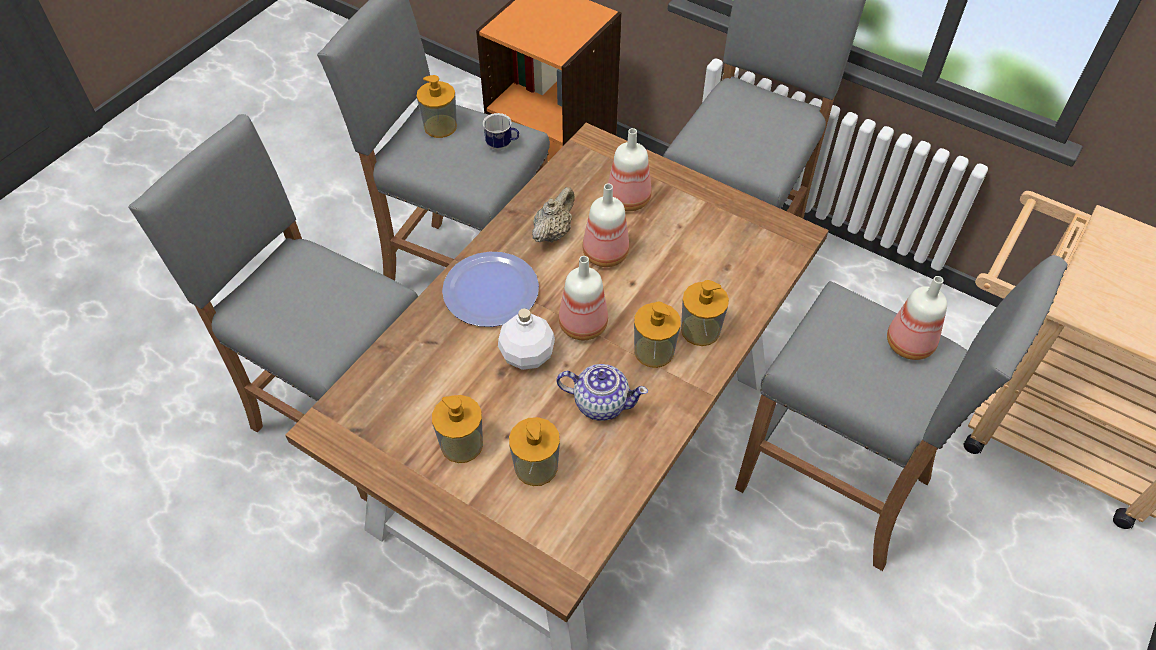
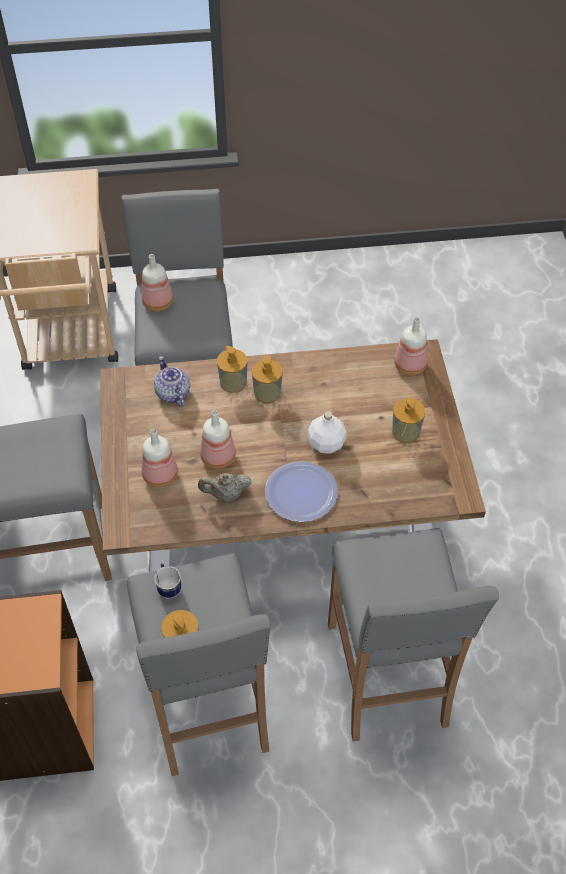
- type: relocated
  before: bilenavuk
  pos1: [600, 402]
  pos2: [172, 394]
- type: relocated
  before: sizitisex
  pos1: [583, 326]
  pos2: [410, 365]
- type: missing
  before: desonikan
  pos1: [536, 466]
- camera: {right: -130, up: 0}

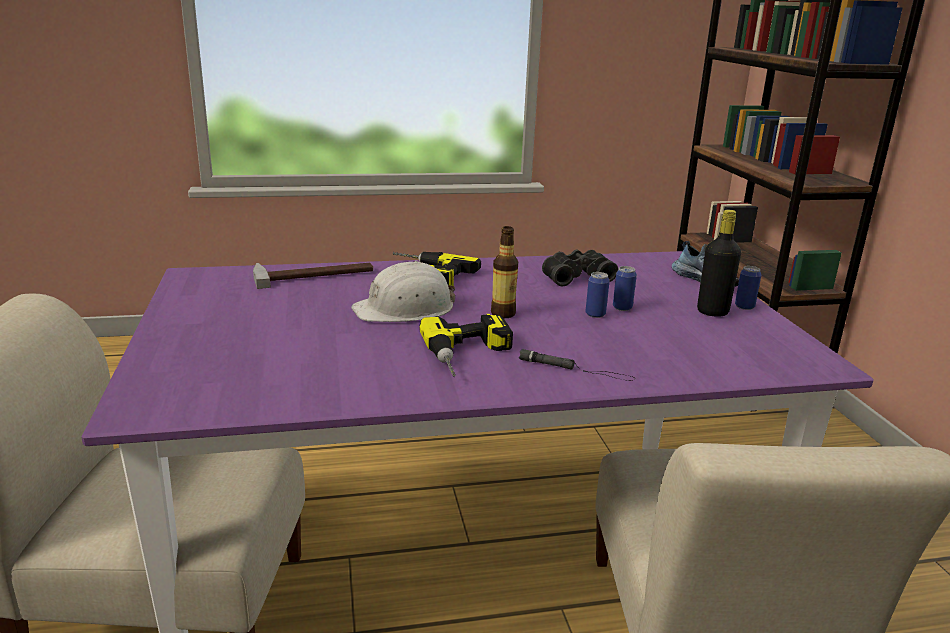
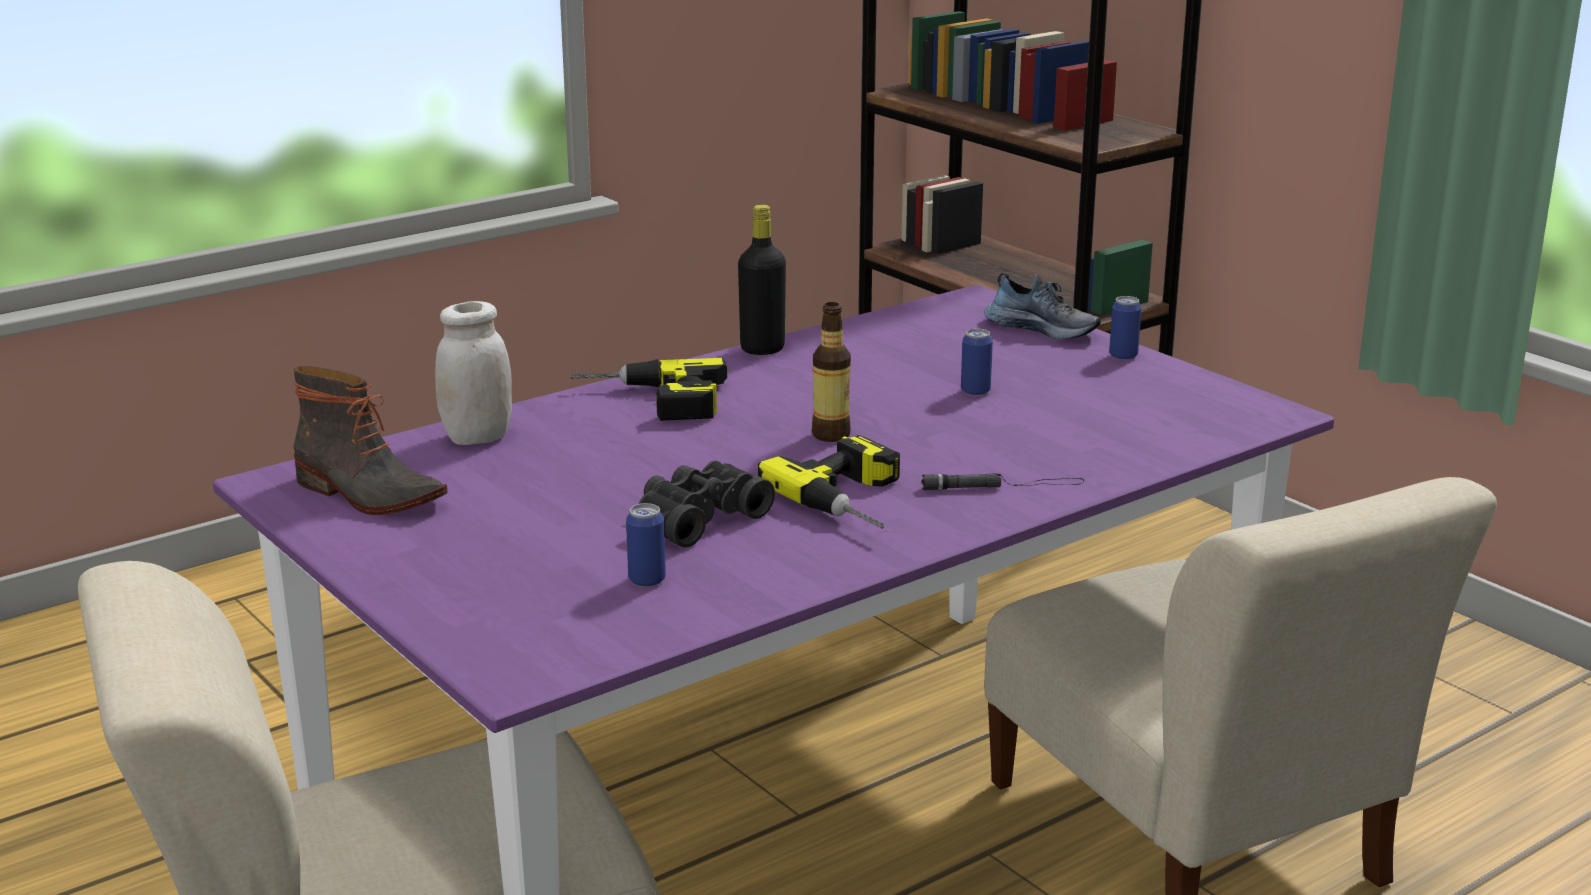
- type: appeared
  after: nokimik
  pos2: [367, 495]
- type: exchanged
  before: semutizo
  after: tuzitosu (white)
  pos1: [314, 274]
  pos2: [477, 437]
- type: relocated
  before: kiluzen
  pos1: [595, 314]
  pos2: [647, 580]
- type: relocated
  before: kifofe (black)
  pos1: [575, 276]
  pos2: [697, 518]
- type: relocated
  before: sizitisex (black)
  pos1: [712, 312]
  pos2: [762, 349]
- type: missing
  before: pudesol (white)
  pos1: [405, 309]
- camera: {right: -25, up: 0}

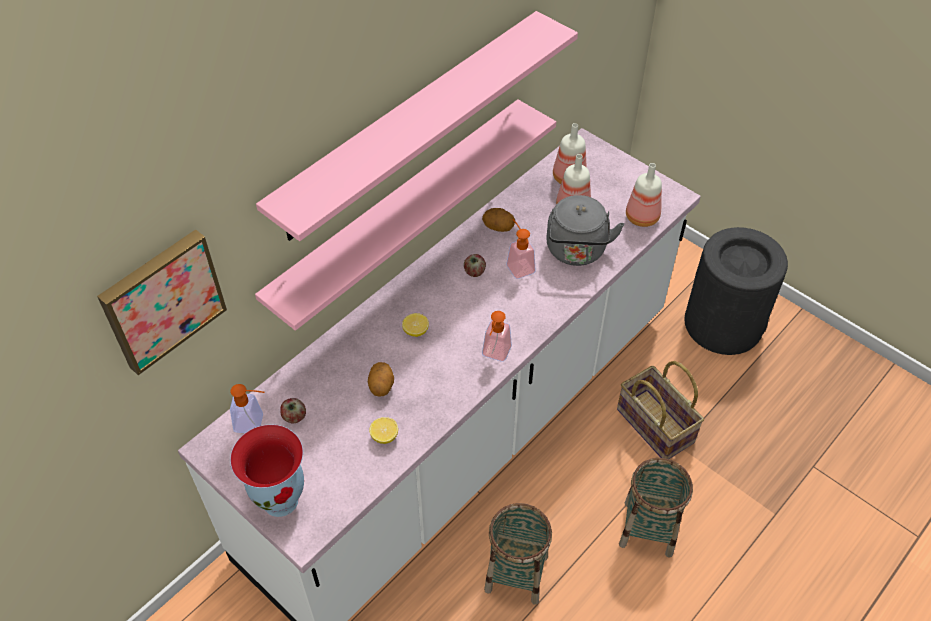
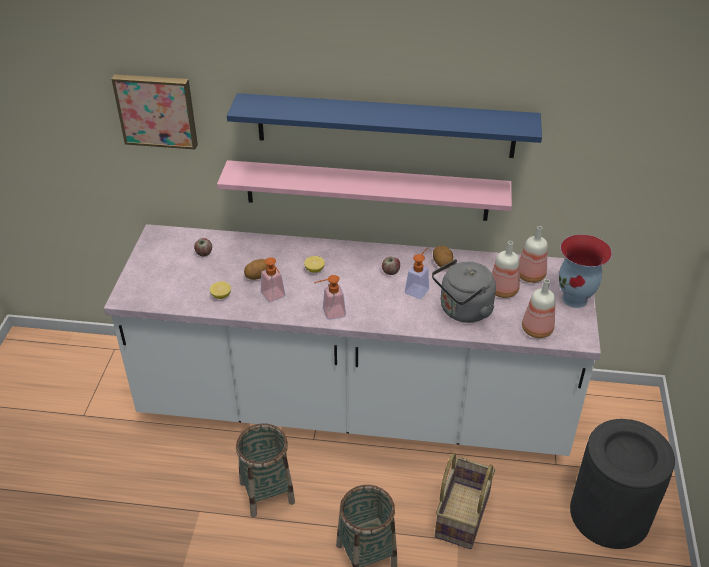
- type: colour
  before: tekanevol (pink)
  after: tekanevol (blue)
  pos1: [410, 124]
  pos2: [385, 125]
- type: relocated
  before: desonikan
  pos1: [254, 423]
  pos2: [275, 297]
- type: relocated
  before: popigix
  pos1: [281, 499]
  pos2: [575, 299]
- camera: {right: 55, up: -10}

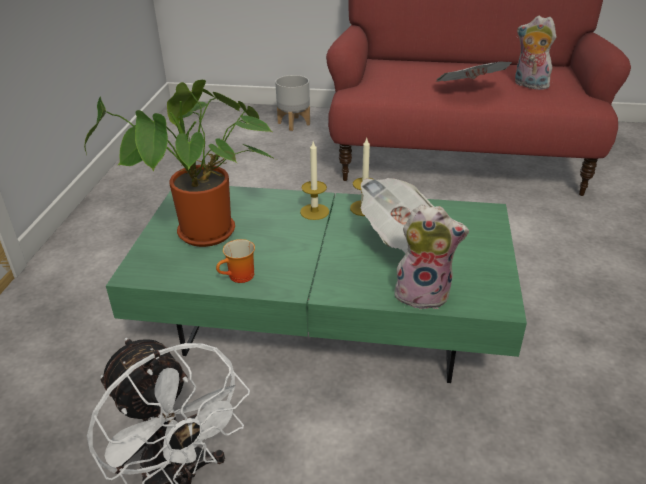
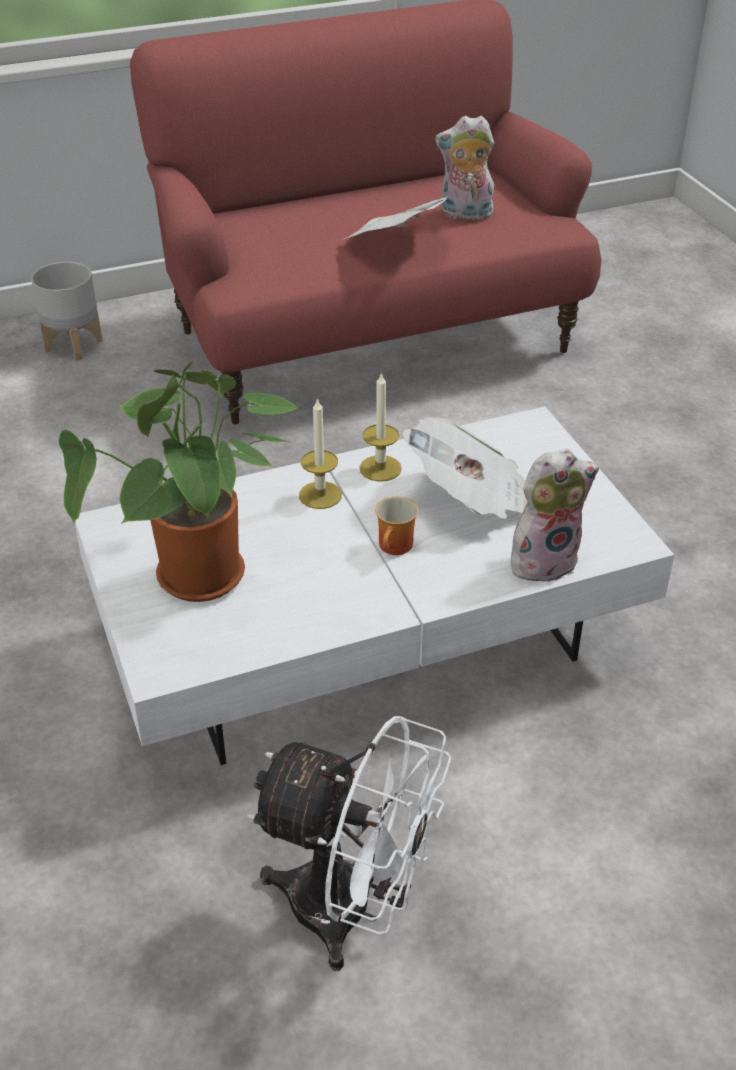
- type: colour
  before: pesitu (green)
  after: pesitu (white)
  pos1: [322, 319]
  pos2: [367, 641]
- type: relocated
  before: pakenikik
  pos1: [240, 277]
  pos2: [397, 547]
- camera: {right: -30, up: 5}

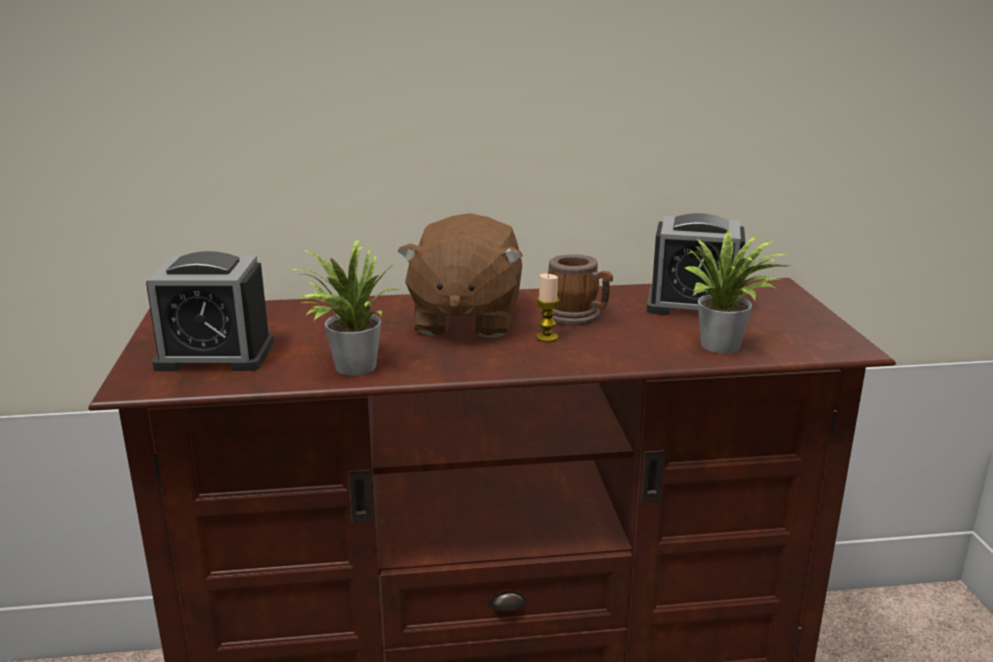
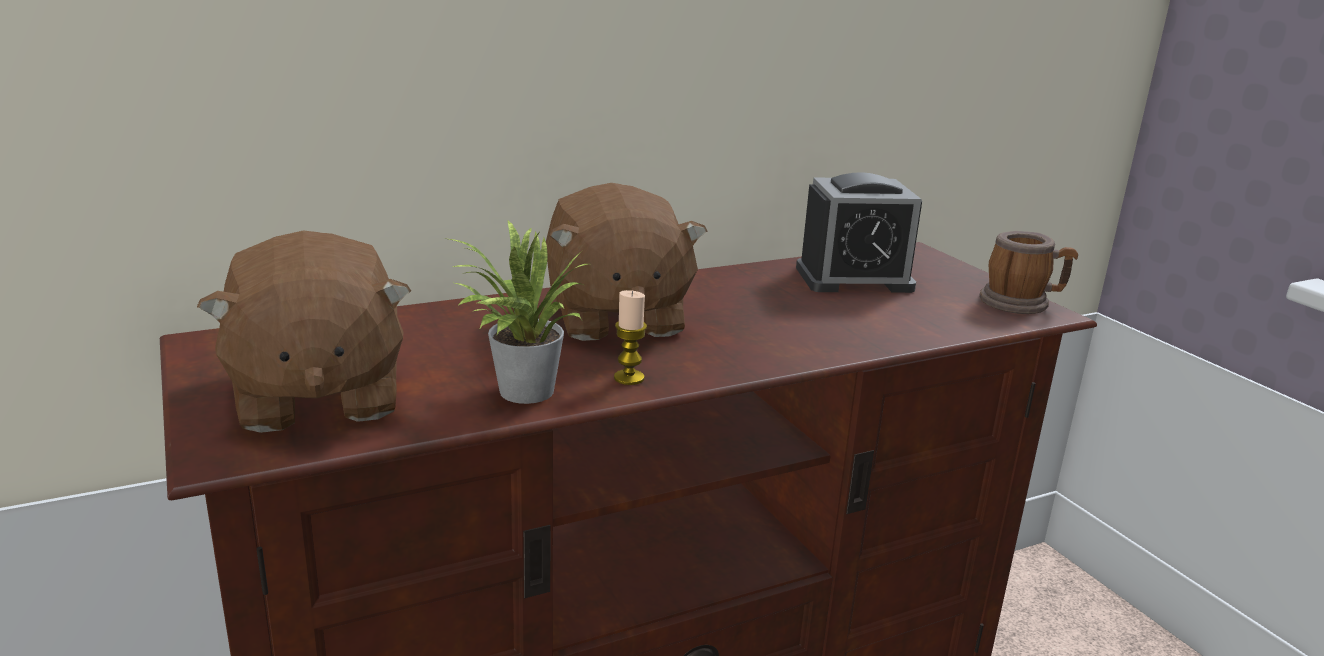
- type: exchanged
  before: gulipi
  after: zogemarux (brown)
  pos1: [215, 355]
  pos2: [316, 396]
- type: relocated
  before: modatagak
  pos1: [547, 337]
  pos2: [629, 378]
- type: relocated
  before: pakenikik
  pos1: [577, 316]
  pos2: [1021, 303]
- type: missing
  before: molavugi
  pos1: [725, 347]
- camera: {right: -20, up: 0}

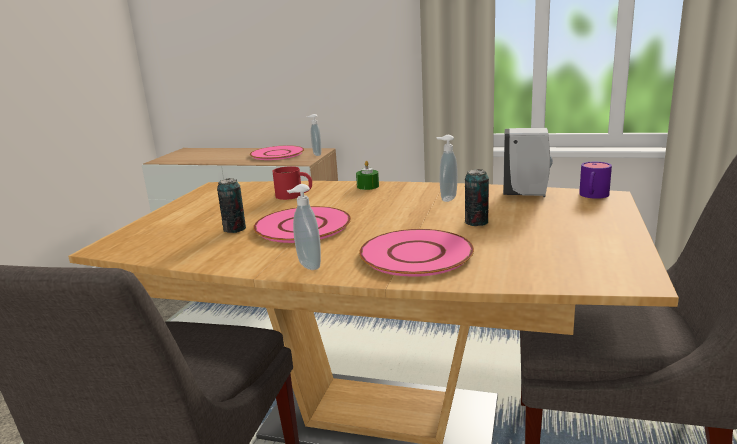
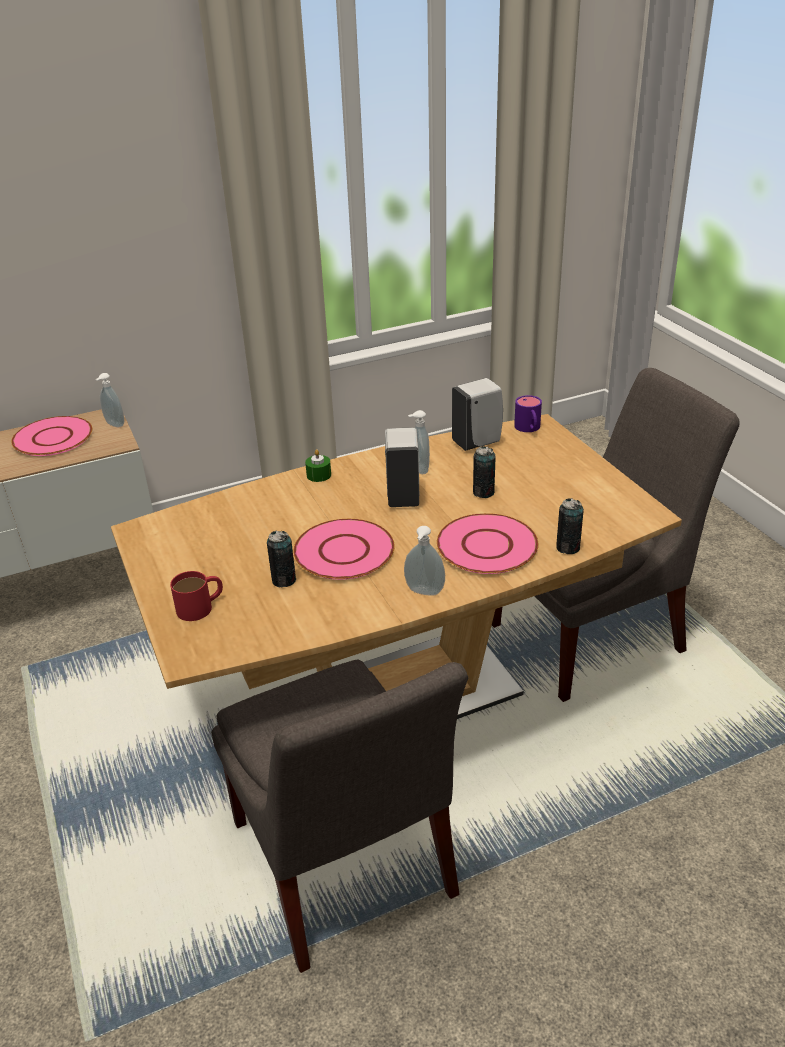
- type: relocated
  before: pakenikik (red)
  pos1: [294, 195]
  pos2: [201, 606]
- type: appeared
  after: desonikan (white)
  pos2: [403, 496]
- type: appeared
  after: kiluzen
  pos2: [568, 548]
- camera: {right: -40, up: 15}

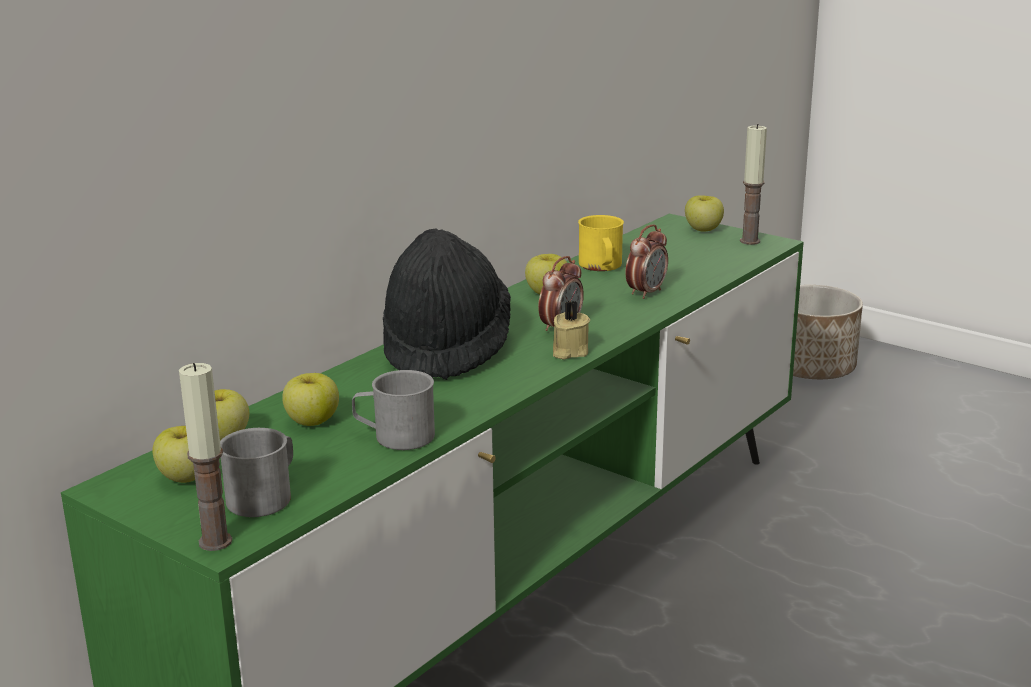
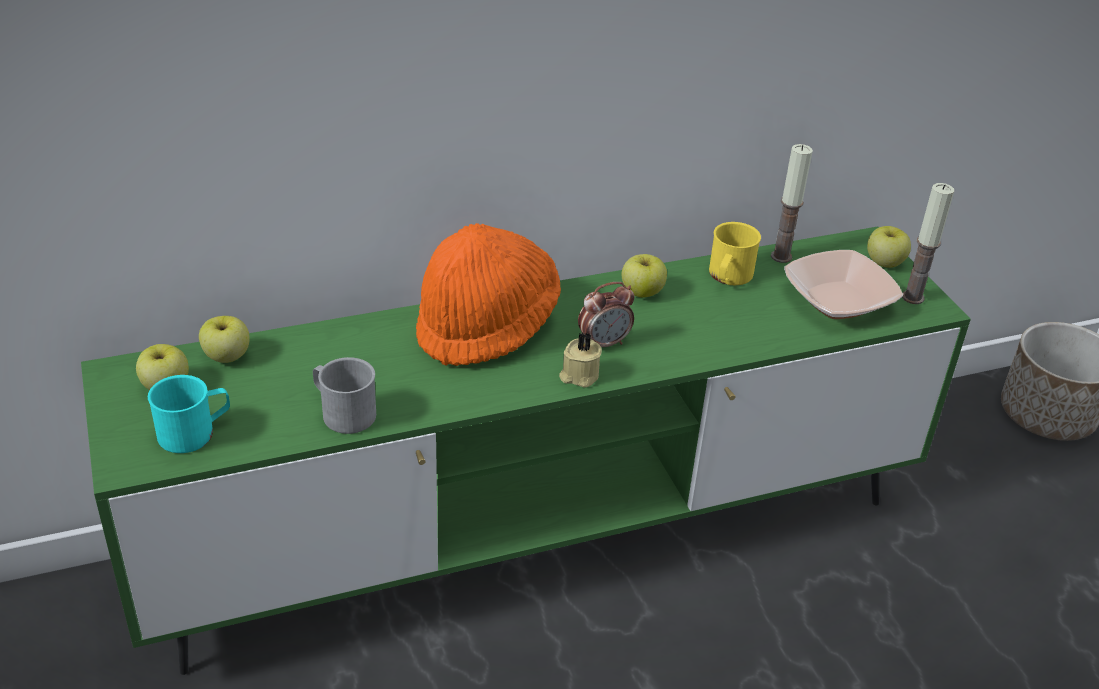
- type: colour
  before: pakenikik (grey)
  after: pakenikik (turquoise)
  pos1: [265, 496]
  pos2: [195, 432]
- type: colour
  before: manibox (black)
  after: manibox (orange)
  pos1: [446, 348]
  pos2: [486, 326]
- type: relocated
  before: modatagak
  pos1: [215, 542]
  pos2: [781, 256]
- type: appeared
  after: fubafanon
  pos2: [838, 300]
- type: missing
  before: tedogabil
  pos1: [312, 421]
- type: missing
  before: gulipi
  pos1: [646, 293]
- camera: {right: 30, up: 15}

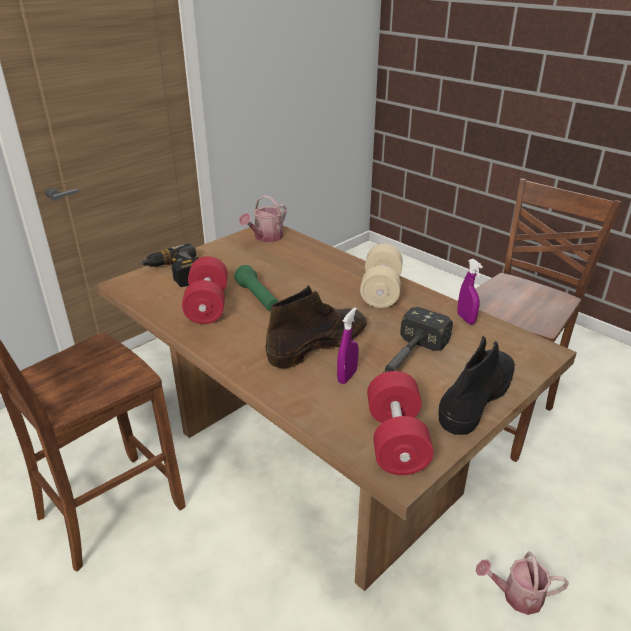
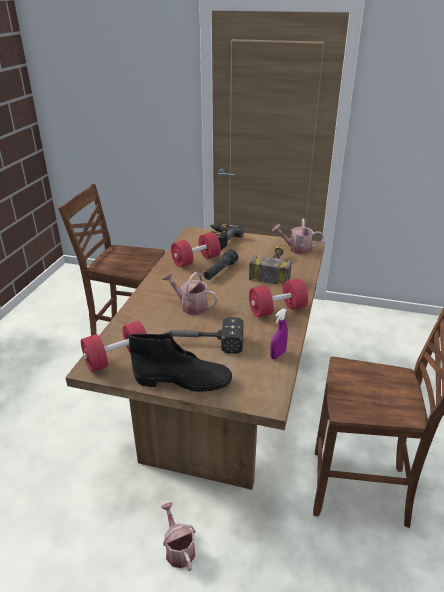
- type: exchanged
  before: nokimik (brown)
  after: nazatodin
  pos1: [318, 343]
  pos2: [191, 306]
- type: colour
  before: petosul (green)
  after: petosul (black)
  pos1: [258, 298]
  pos2: [220, 271]
- type: appeared
  after: semutizo
  pos2: [274, 268]
- type: colour
  before: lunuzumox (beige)
  after: lunuzumox (red)
  pos1: [381, 291]
  pos2: [277, 310]
- type: missing
  before: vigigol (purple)
  pos1: [347, 376]
- camera: {right: 60, up: 0}

